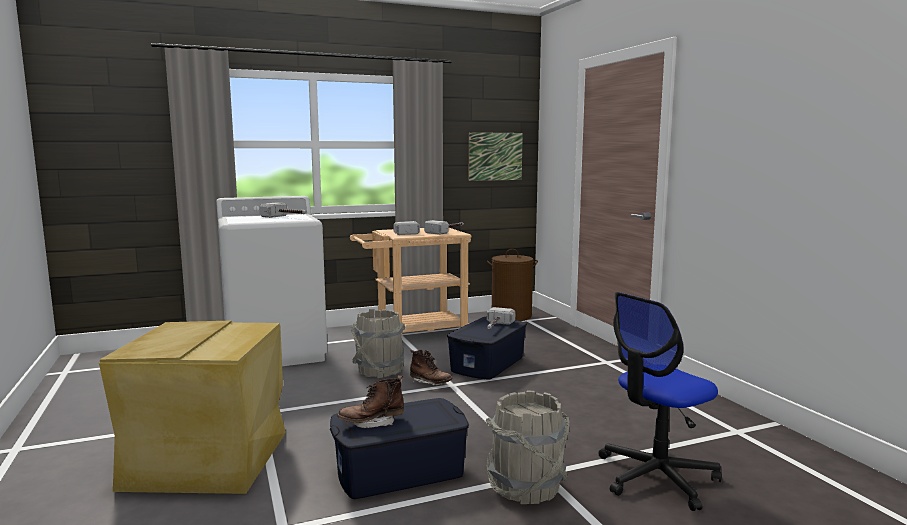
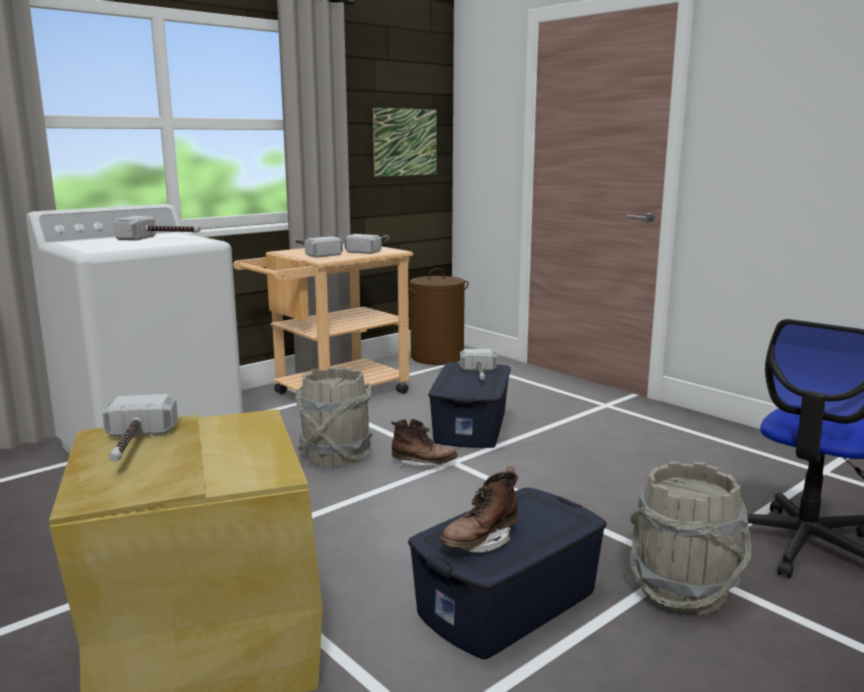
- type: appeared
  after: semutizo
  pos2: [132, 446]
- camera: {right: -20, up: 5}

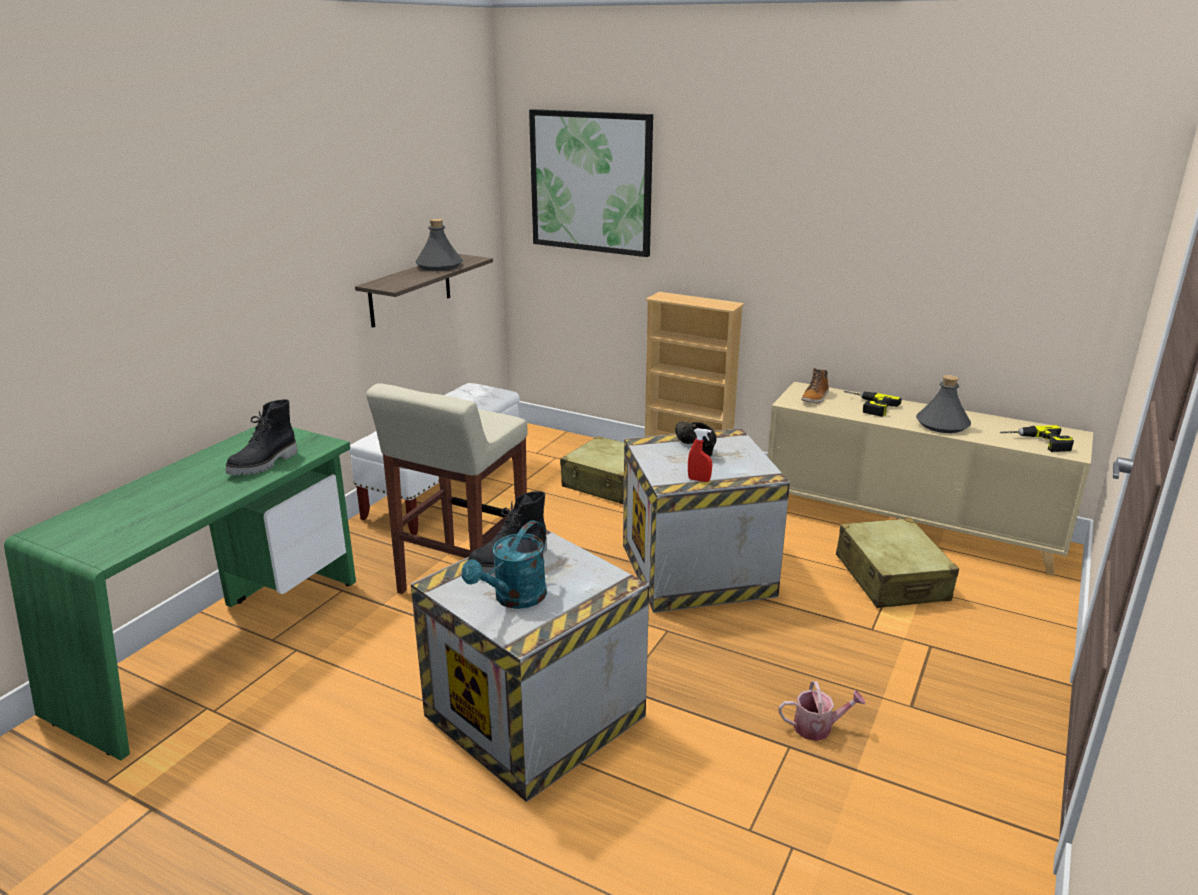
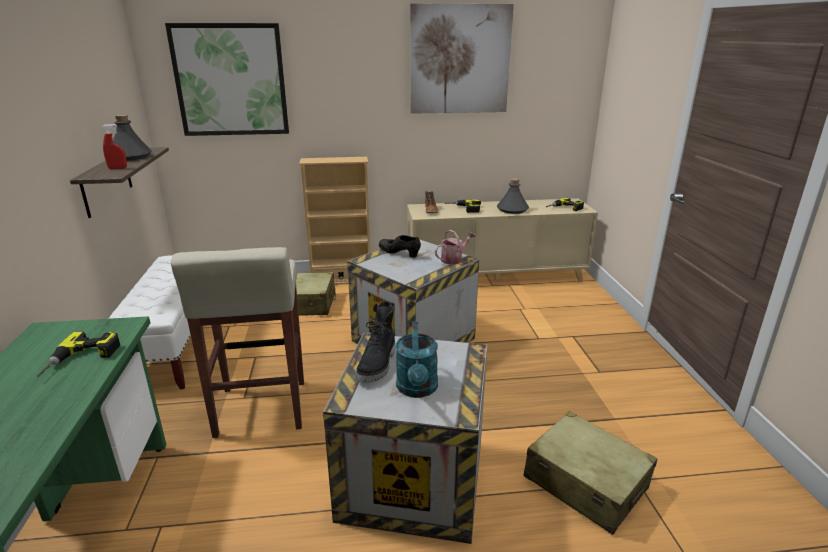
- type: exchanged
  before: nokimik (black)
  after: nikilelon
  pos1: [264, 464]
  pos2: [81, 360]
- type: relocated
  before: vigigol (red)
  pos1: [699, 480]
  pos2: [118, 168]
- type: appeared
  after: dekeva
  pos2: [460, 60]
- type: relocated
  before: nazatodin
  pos1: [818, 727]
  pos2: [454, 259]
- type: relocated
  before: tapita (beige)
  pos1: [891, 578]
  pos2: [585, 483]
- camera: {right: -35, up: 0}

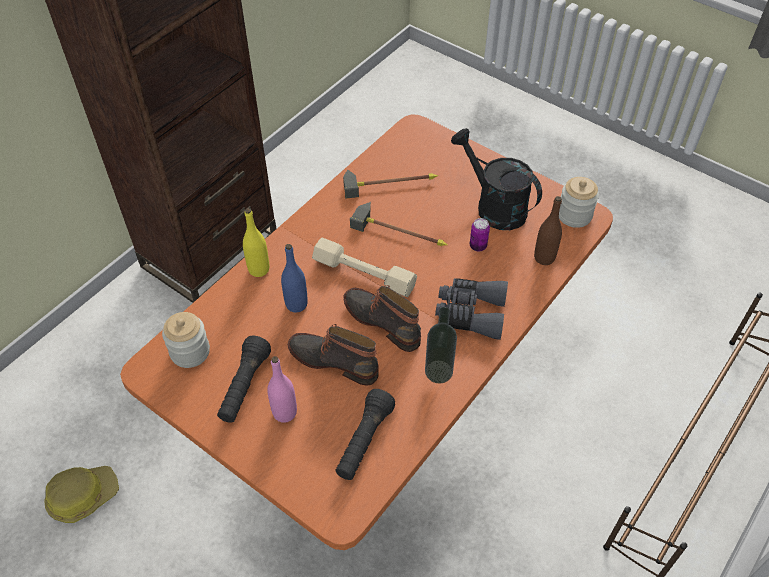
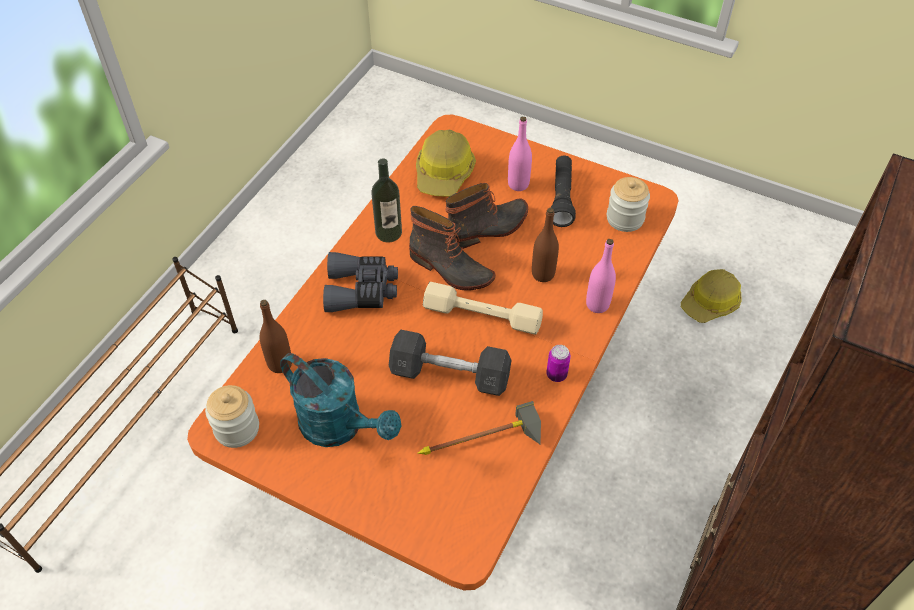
- type: colour
  before: nazatodin (black)
  after: nazatodin (turquoise)
  pos1: [494, 206]
  pos2: [340, 426]
- type: exchanged
  before: semutizo
  after: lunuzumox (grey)
  pos1: [402, 230]
  pos2: [450, 375]
- type: exchanged
  before: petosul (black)
  after: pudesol
  pos1: [364, 441]
  pos2: [445, 173]
- type: spun
  before: nokimik
  pos1: [334, 360]
  pos2: [488, 229]
  turn: -45
- type: colour
  before: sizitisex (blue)
  after: sizitisex (brown)
  pos1: [296, 304]
  pos2: [543, 274]
- type: relocated
  before: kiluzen
  pos1: [478, 246]
  pos2: [556, 374]
- type: colour
  before: sizitisex (yellow)
  after: sizitisex (pink)
  pos1: [259, 269]
  pos2: [597, 304]
- camera: {right: 170, up: 0}

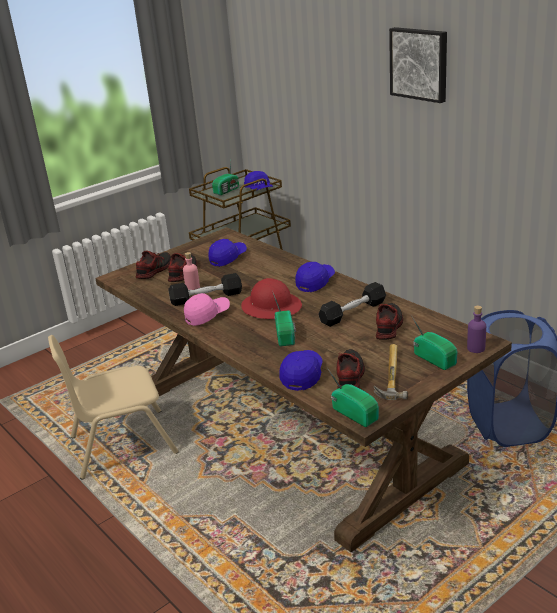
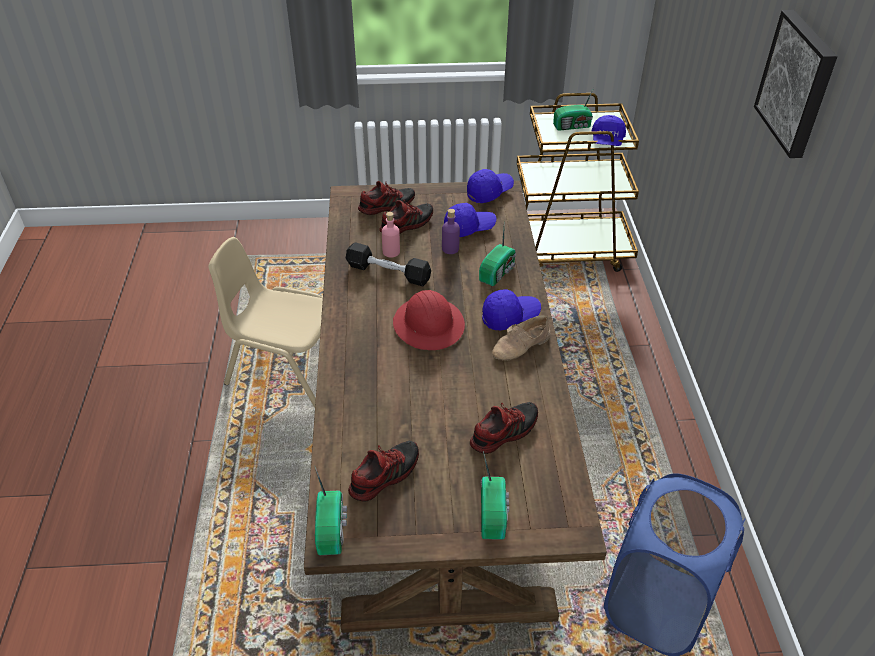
- type: relocated
  before: sizitisex (purple)
  pos1: [476, 348]
  pos2: [450, 249]
- type: relocated
  before: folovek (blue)
  pos1: [302, 375]
  pos2: [489, 192]
- type: relocated
  before: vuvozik
  pos1: [286, 335]
  pos2: [498, 272]
- type: appeared
  after: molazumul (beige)
  pos2: [521, 346]
- type: missing
  before: folovek (pink)
  pos1: [207, 315]
- type: missing
  before: lunuzumox (black)
  pos1: [353, 312]
- type: missing
  before: semutizo
  pos1: [388, 376]
- camera: {right: 35, up: 15}

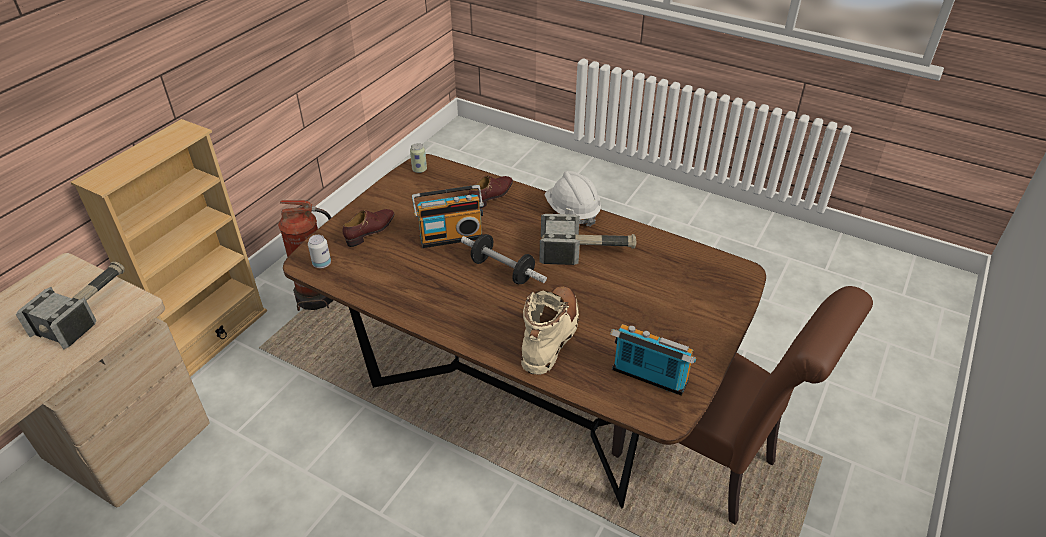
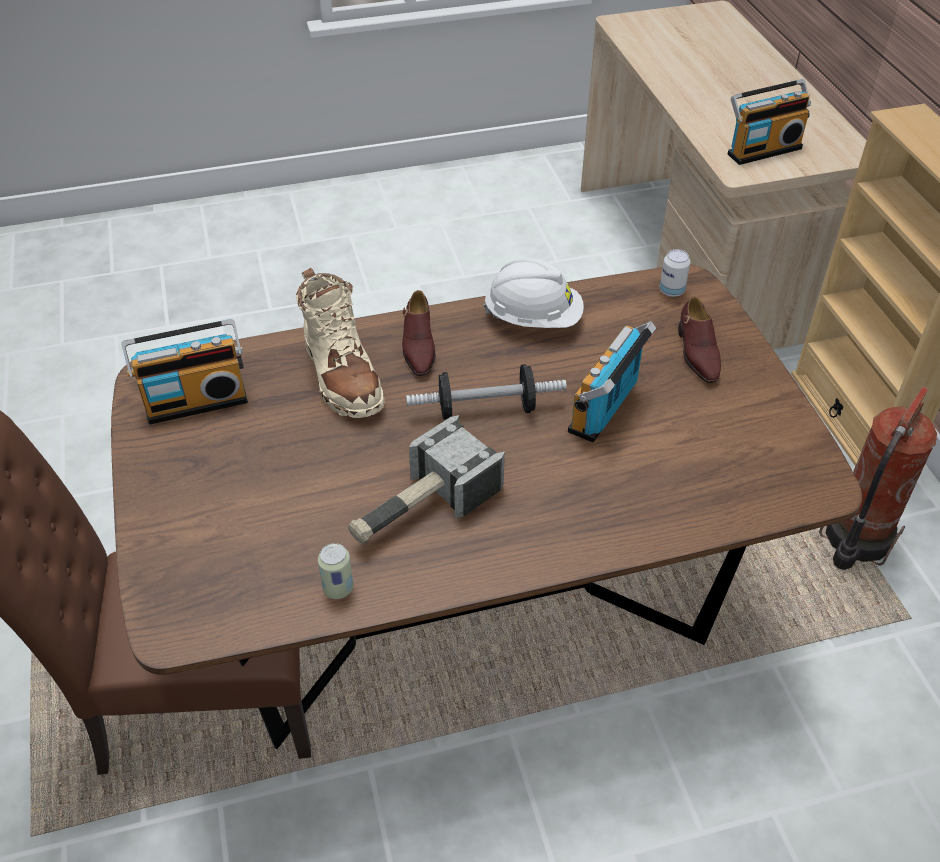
- type: relocated
  before: kiluzen
  pos1: [419, 170]
  pos2: [338, 588]
- type: relocated
  before: molazumul (brown)
  pos1: [492, 196]
  pos2: [418, 346]
- type: relocated
  before: pudesol (white)
  pos1: [572, 211]
  pos2: [533, 318]
- type: exchanged
  before: semutizo
  after: vuvozik
  pos1: [87, 309]
  pos2: [762, 149]
- camera: {right: 135, up: 5}

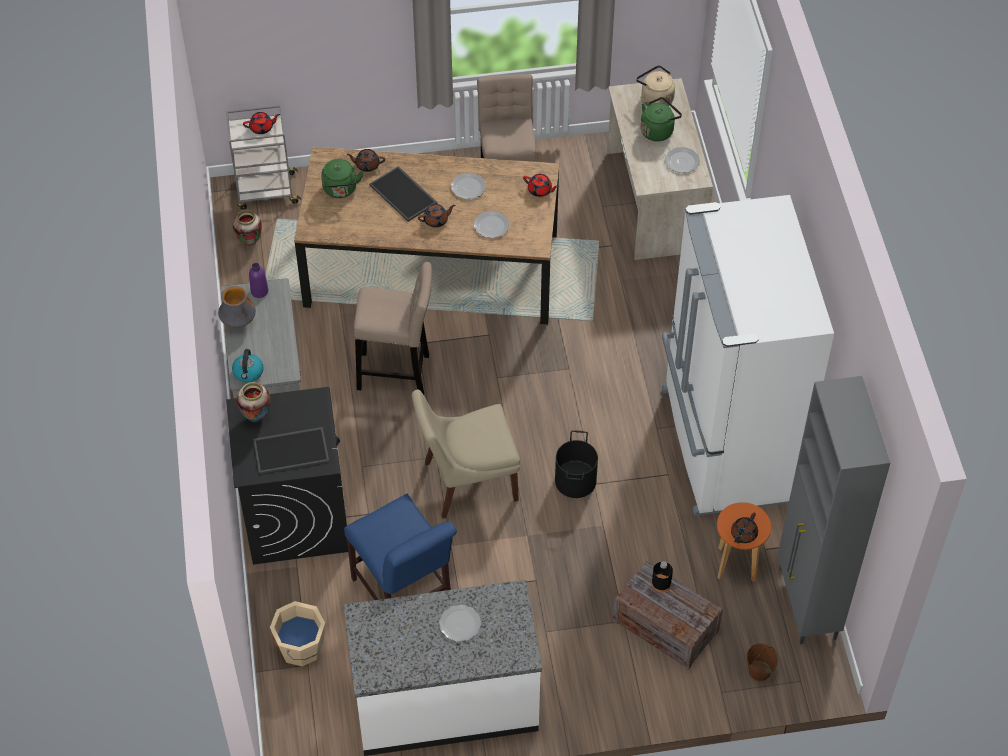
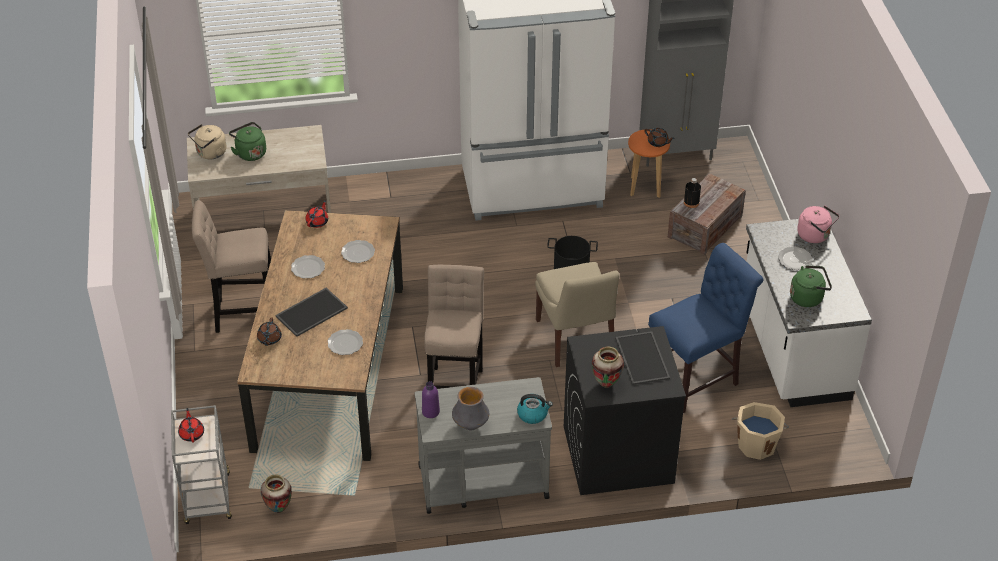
- type: relocated
  before: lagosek
  pos1: [682, 161]
  pos2: [345, 343]
- type: relocated
  before: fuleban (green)
  pos1: [340, 190]
  pos2: [808, 297]
- type: appeared
  after: fuleban (pink)
  pos2: [815, 236]
- type: missing
  before: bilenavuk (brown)
  pos1: [436, 220]
- type: missing
  before: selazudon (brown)
  pos1: [759, 671]
- camera: {right: -90, up: -10}

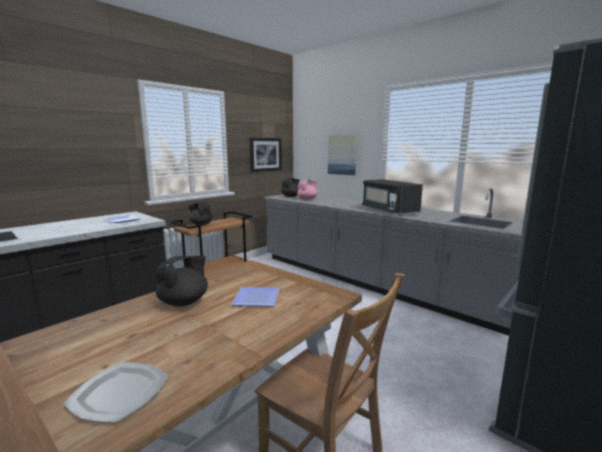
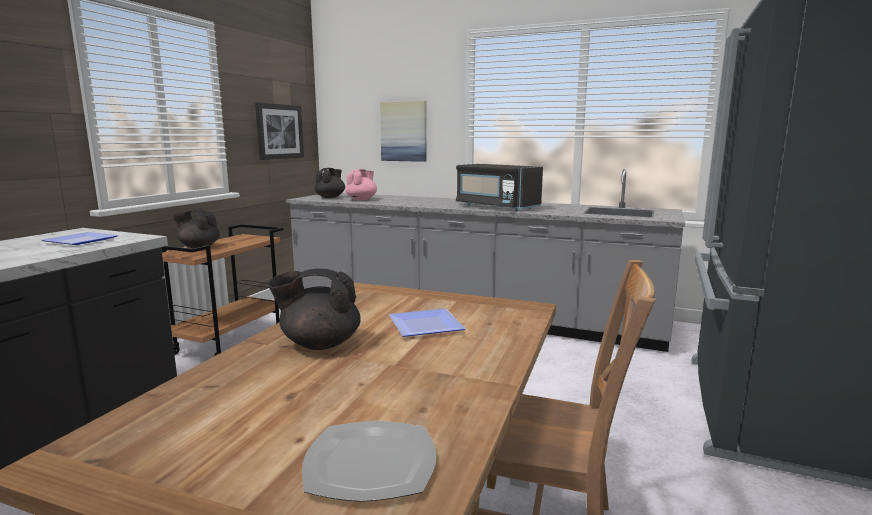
- type: spun
  before: bilenavuk (black)
  pos1: [184, 302]
  pos2: [319, 344]
  turn: -105
- camera: {right: -20, up: 0}

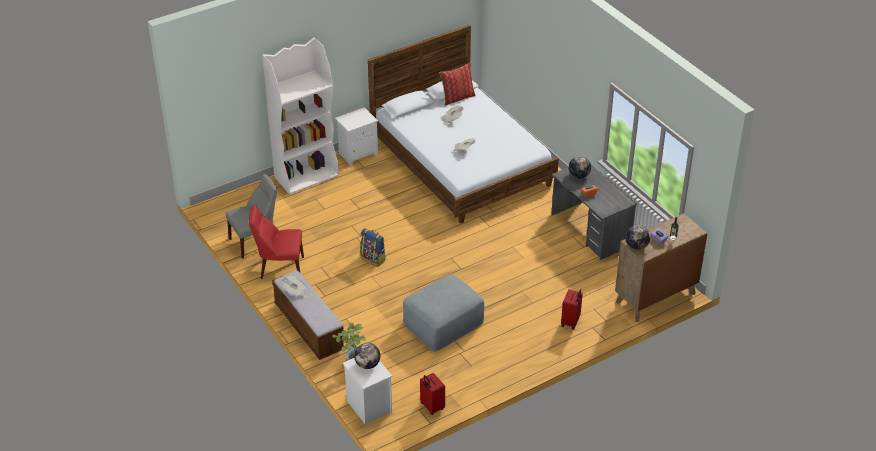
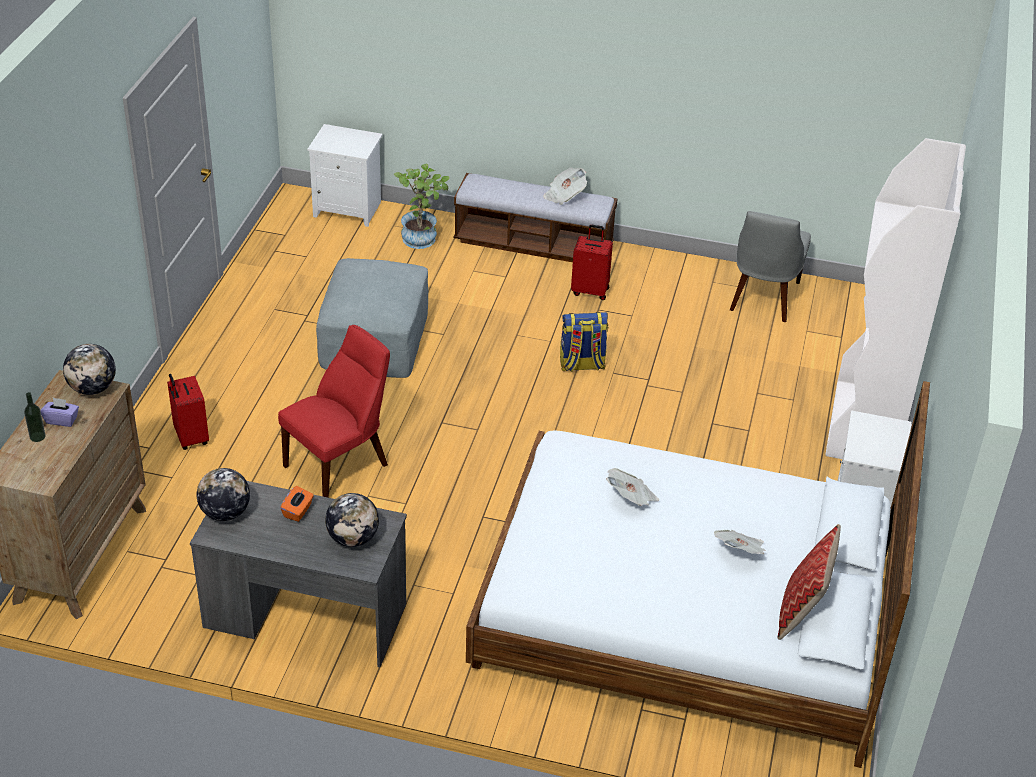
- type: relocated
  before: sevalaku
  pos1: [367, 365]
  pos2: [225, 513]
- type: relocated
  before: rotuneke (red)
  pos1: [279, 267]
  pos2: [340, 464]
- type: relocated
  before: tapita (red)
  pos1: [431, 407]
  pos2: [590, 291]
- camera: {right: 135, up: 0}

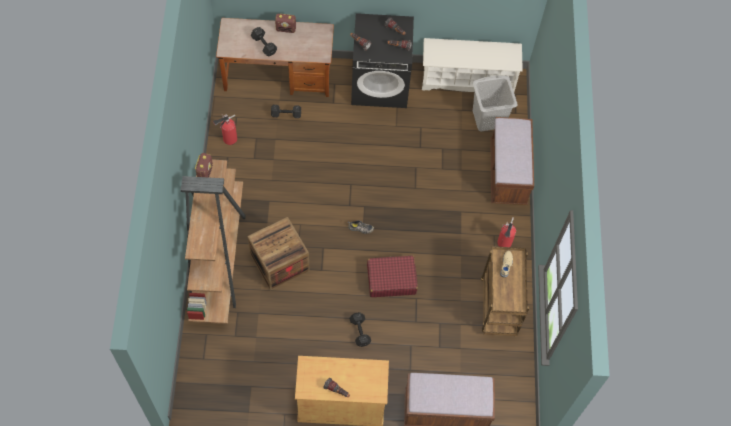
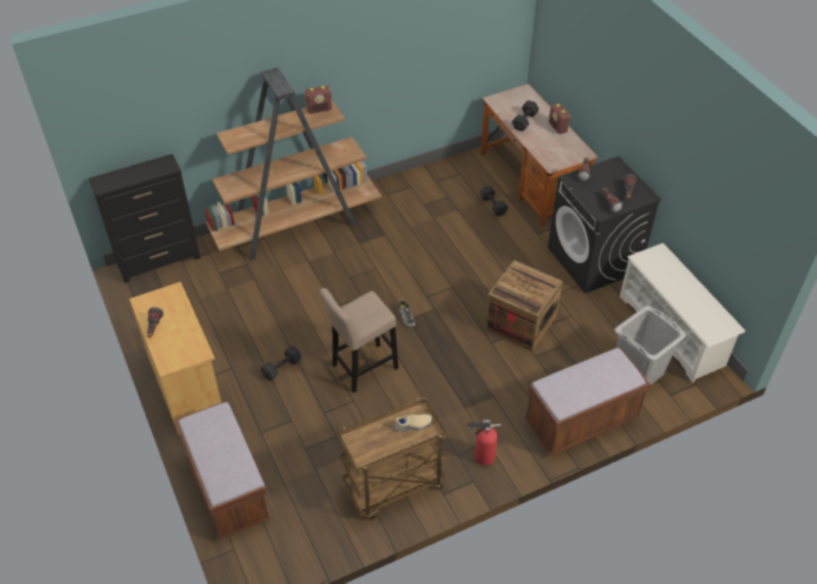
- type: appeared
  after: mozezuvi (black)
  pos2: [160, 261]
- type: exchanged
  before: tapita (red)
  after: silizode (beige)
  pos1: [391, 279]
  pos2: [362, 368]
- type: relocated
  before: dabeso
  pos1: [279, 263]
  pos2: [520, 323]
- type: missing
  before: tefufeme
  pos1: [228, 139]
- camera: {right: 65, up: -15}

